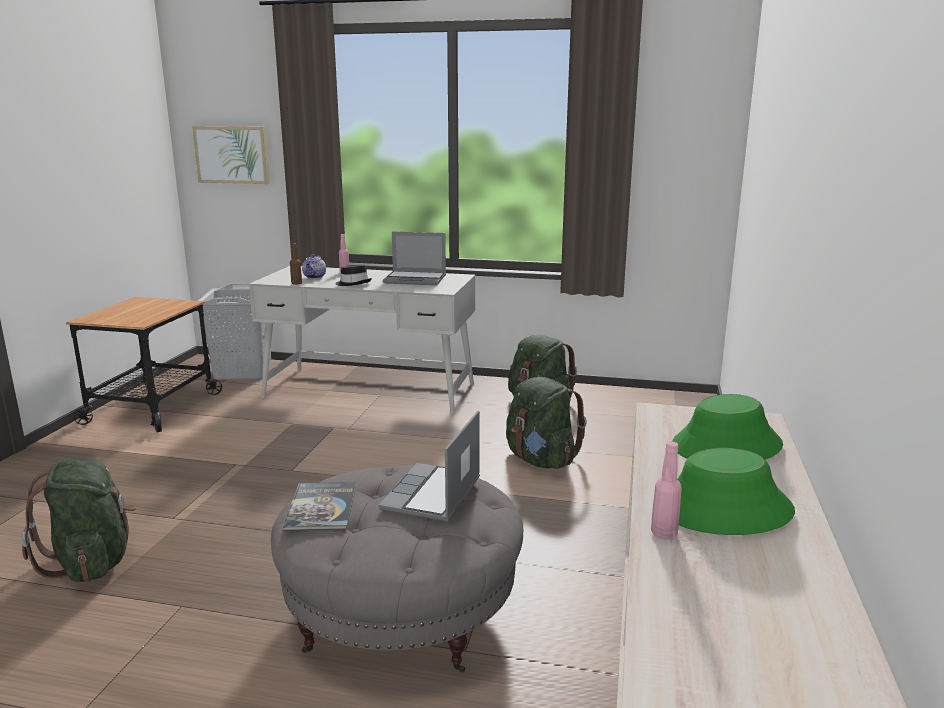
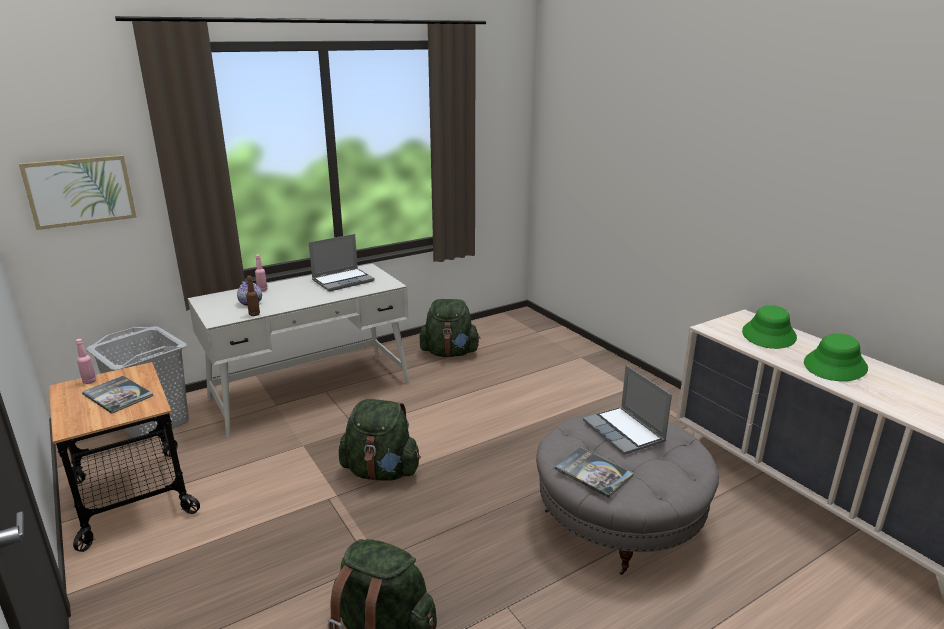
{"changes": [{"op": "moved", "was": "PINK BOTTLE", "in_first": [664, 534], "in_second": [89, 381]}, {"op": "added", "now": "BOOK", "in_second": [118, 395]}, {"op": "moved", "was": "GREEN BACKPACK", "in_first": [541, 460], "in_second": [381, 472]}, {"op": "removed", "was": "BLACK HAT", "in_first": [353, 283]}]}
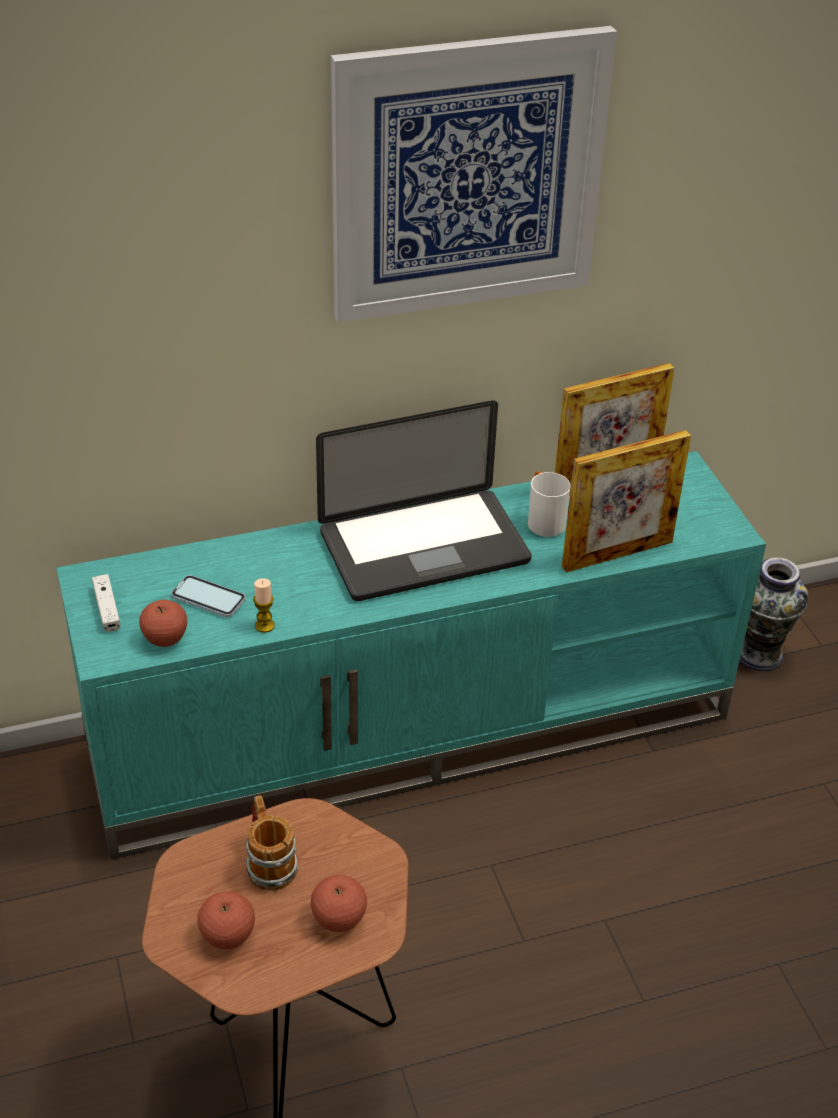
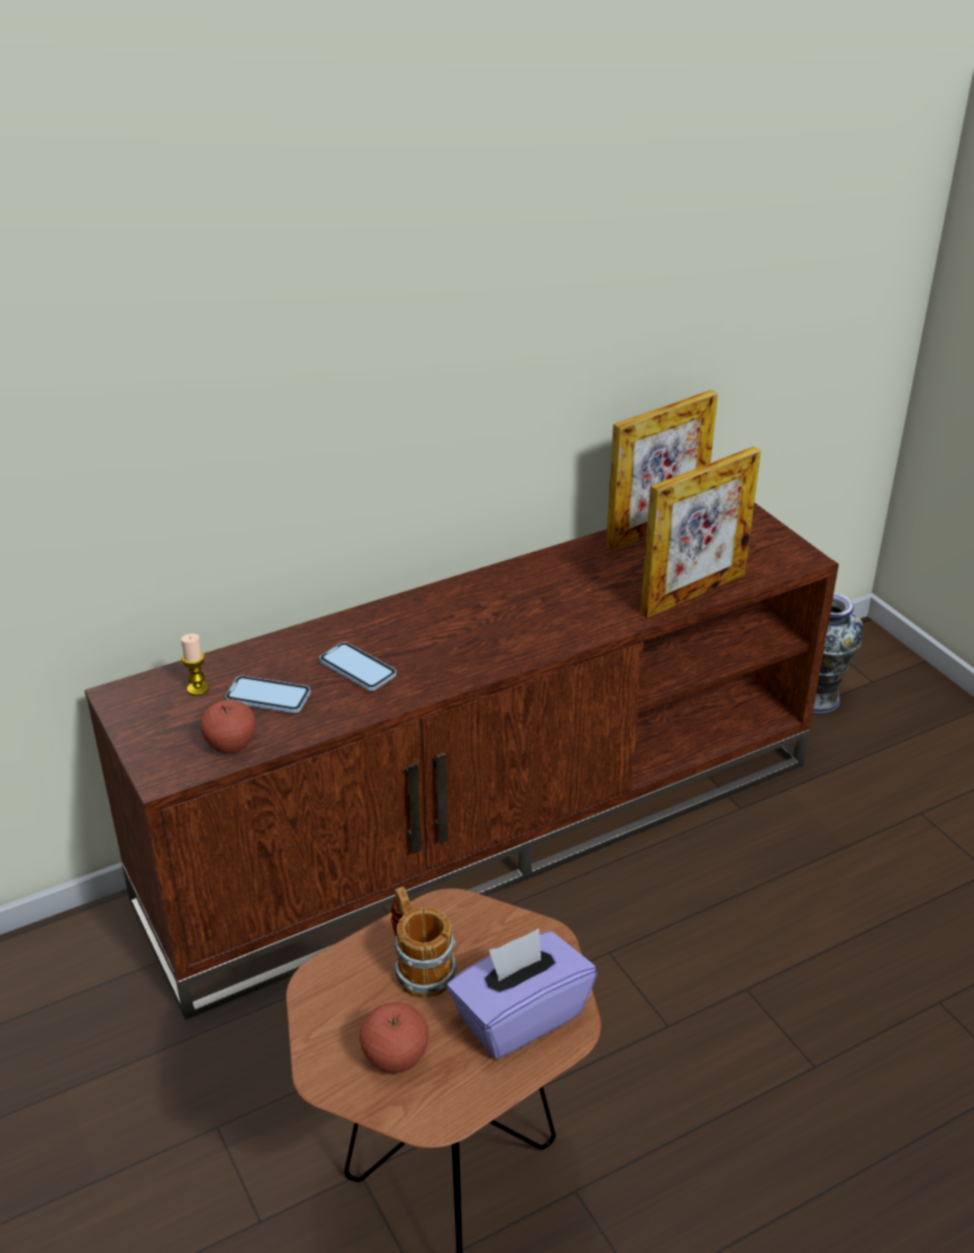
{"changes": [{"op": "recoloured", "was": "TURQUOISE TV STAND", "now": "BROWN TV STAND", "in_first": [414, 728], "in_second": [486, 825]}, {"op": "moved", "was": "CANDLE", "in_first": [264, 625], "in_second": [198, 689]}, {"op": "added", "now": "PHONE", "in_second": [357, 669]}, {"op": "replaced", "was": "APPLE", "now": "PURPLE TISSUE BOX", "in_first": [339, 919], "in_second": [519, 1016]}, {"op": "removed", "was": "WHITE GAME CONTROLLER", "in_first": [107, 609]}, {"op": "removed", "was": "LAPTOP", "in_first": [424, 547]}, {"op": "removed", "was": "PICTURE", "in_first": [467, 176]}, {"op": "removed", "was": "WHITE MUG", "in_first": [543, 520]}]}
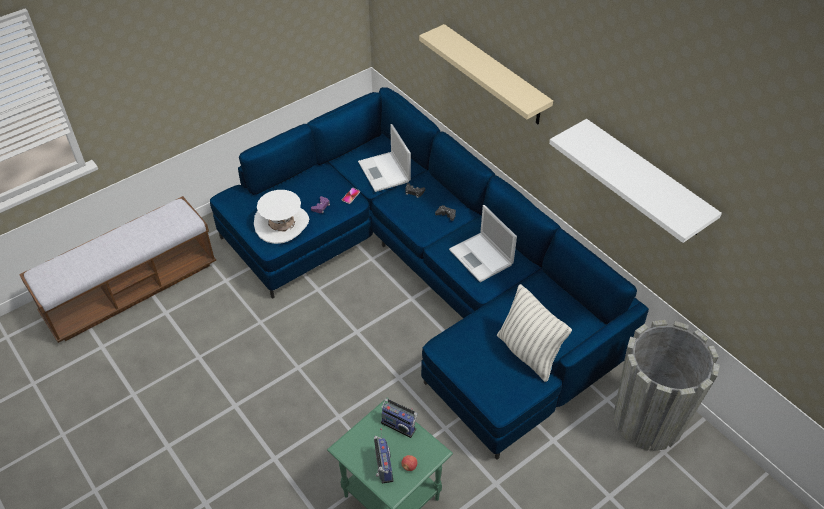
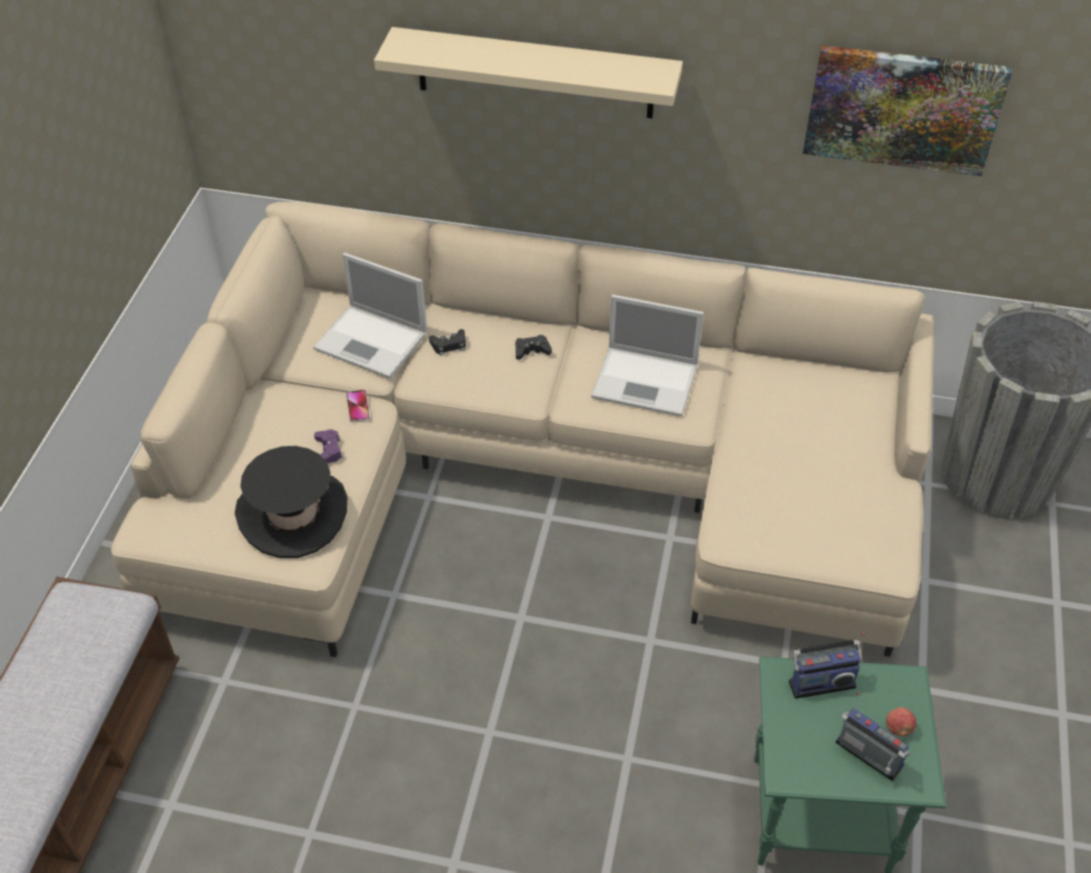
{"changes": [{"op": "recoloured", "was": "BLUE SOFA", "now": "BEIGE SOFA", "in_first": [423, 276], "in_second": [531, 474]}, {"op": "recoloured", "was": "WHITE HAT", "now": "BLACK HAT", "in_first": [282, 224], "in_second": [293, 514]}, {"op": "replaced", "was": "WHITE SHELF", "now": "PICTURE", "in_first": [646, 179], "in_second": [903, 109]}, {"op": "removed", "was": "PILLOW", "in_first": [528, 353]}]}
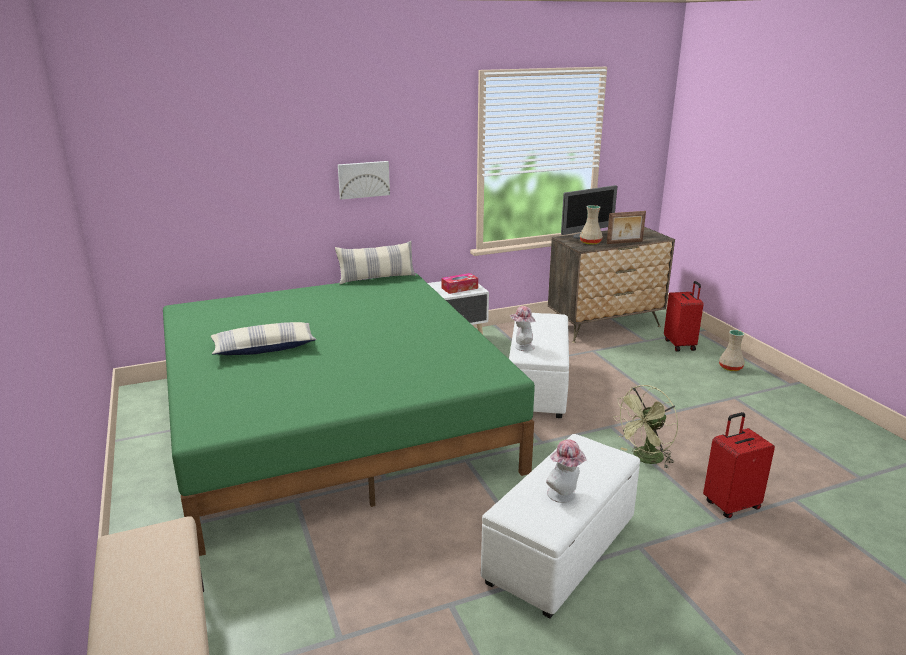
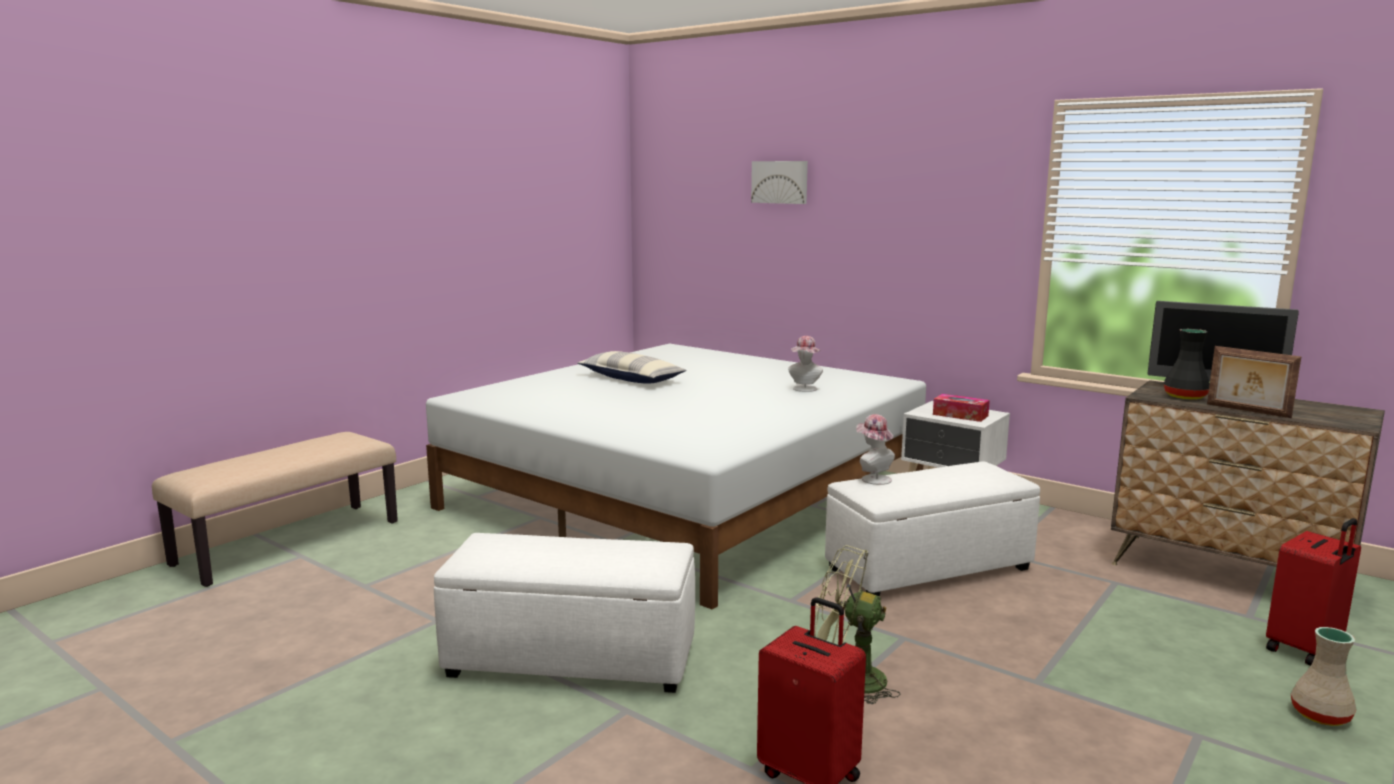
{"changes": [{"op": "recoloured", "was": "GREEN BED", "now": "WHITE BED", "in_first": [334, 421], "in_second": [686, 495]}, {"op": "moved", "was": "PICTURE", "in_first": [363, 179], "in_second": [780, 182]}, {"op": "moved", "was": "HAT", "in_first": [564, 495], "in_second": [804, 389]}, {"op": "recoloured", "was": "BEIGE VASE", "now": "BLACK VASE", "in_first": [590, 243], "in_second": [1184, 397]}, {"op": "removed", "was": "PILLOW", "in_first": [377, 278]}]}
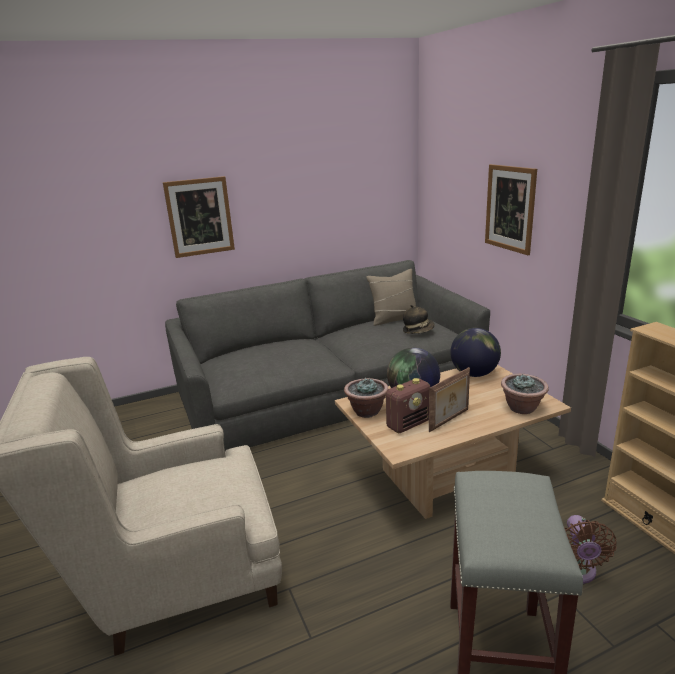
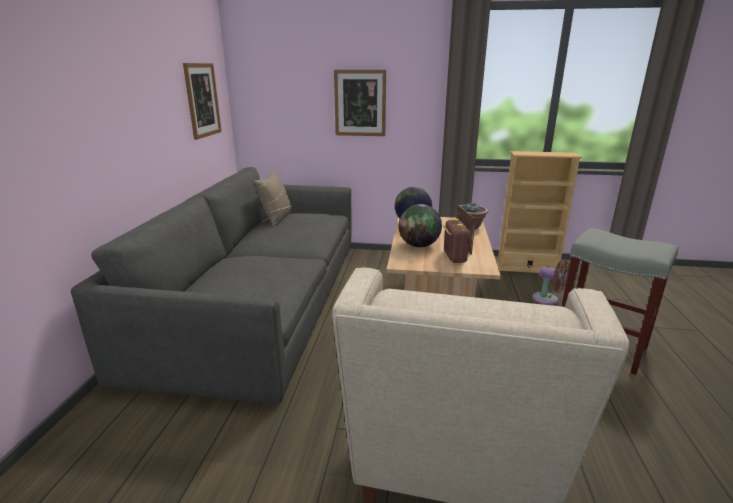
{"changes": [{"op": "moved", "was": "PICTURE", "in_first": [200, 217], "in_second": [202, 100]}, {"op": "removed", "was": "POTTED PLANT", "in_first": [366, 411]}, {"op": "removed", "was": "HAT", "in_first": [418, 330]}]}
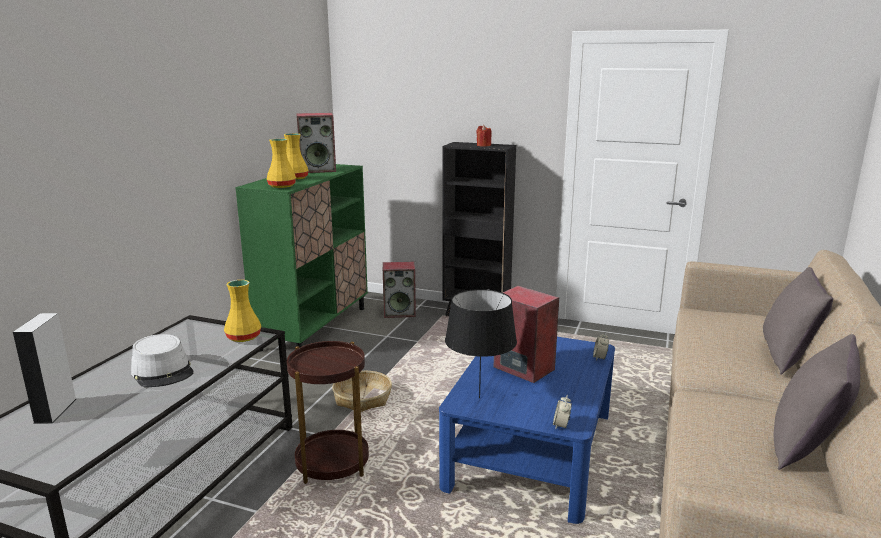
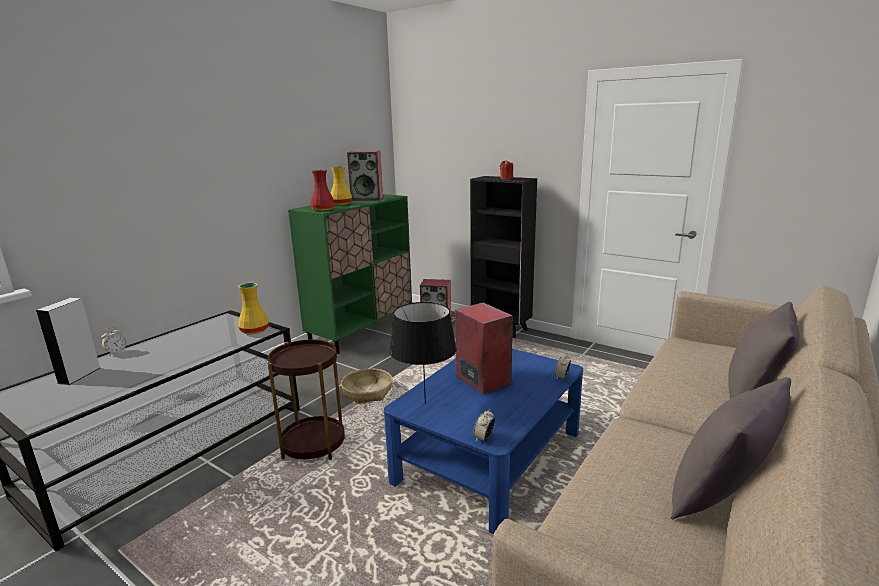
{"changes": [{"op": "added", "now": "ALARM CLOCK", "in_second": [116, 352]}, {"op": "recoloured", "was": "YELLOW VASE", "now": "RED VASE", "in_first": [282, 186], "in_second": [323, 210]}, {"op": "removed", "was": "GREY HAT", "in_first": [163, 371]}]}
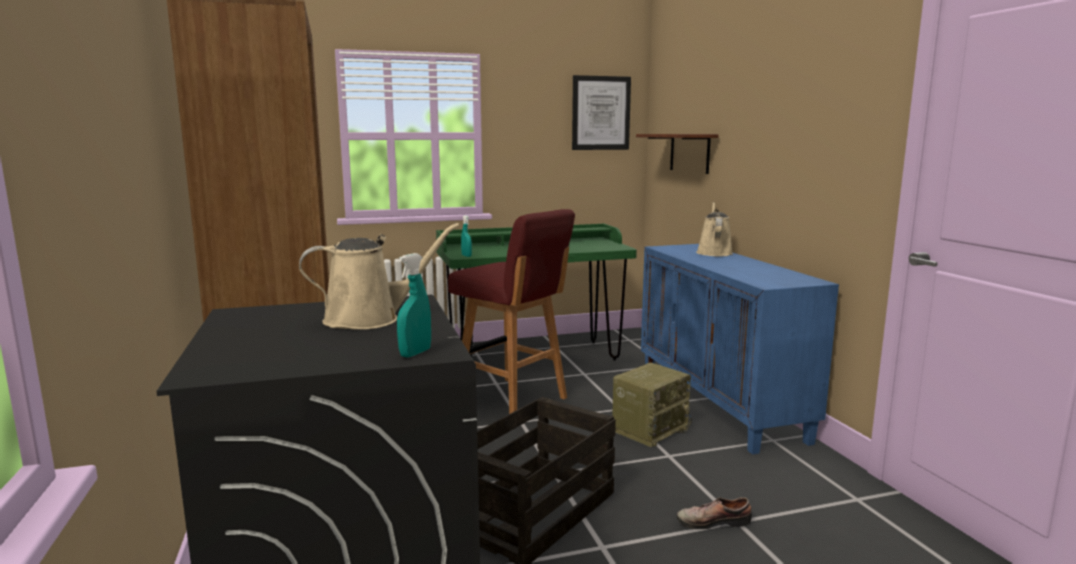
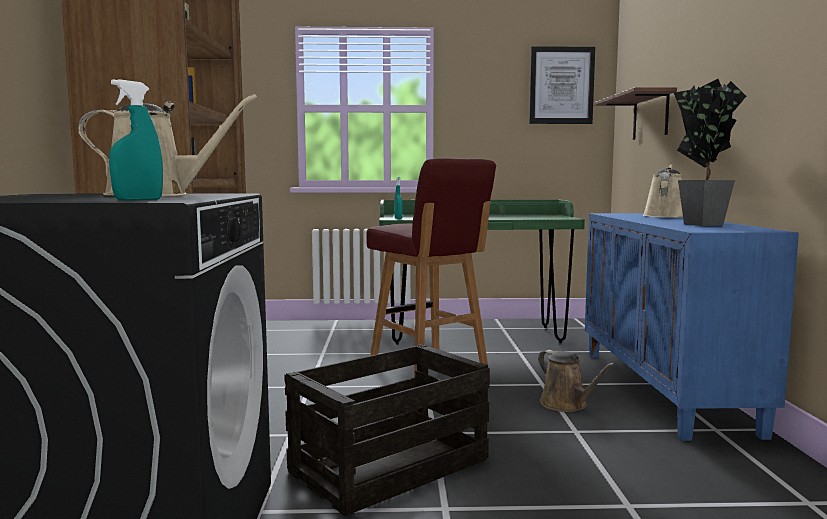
{"changes": [{"op": "replaced", "was": "RADIO", "now": "BROWN WATERING CAN", "in_first": [650, 429], "in_second": [566, 405]}, {"op": "added", "now": "POTTED PLANT", "in_second": [701, 224]}, {"op": "removed", "was": "SHOE", "in_first": [712, 521]}]}
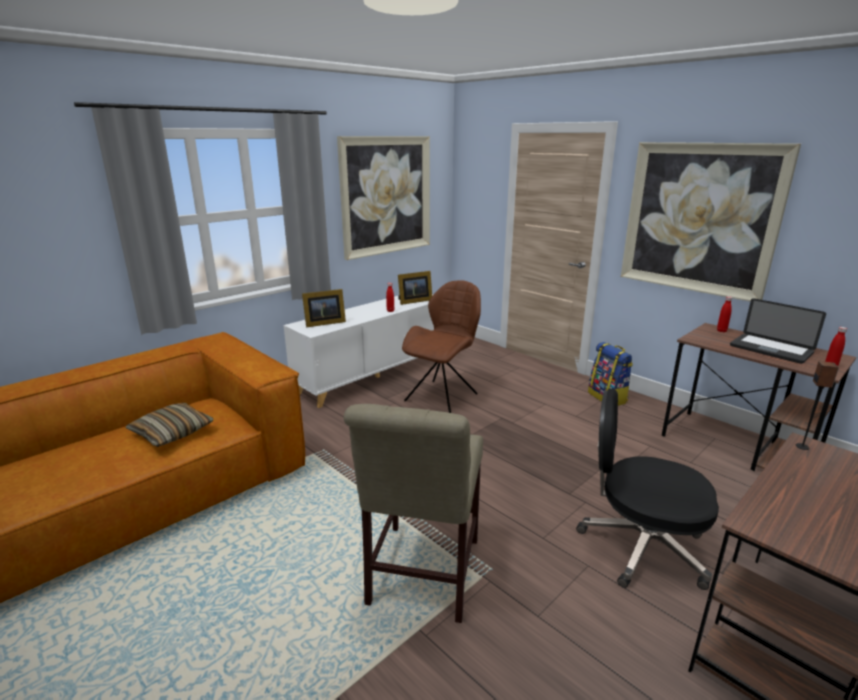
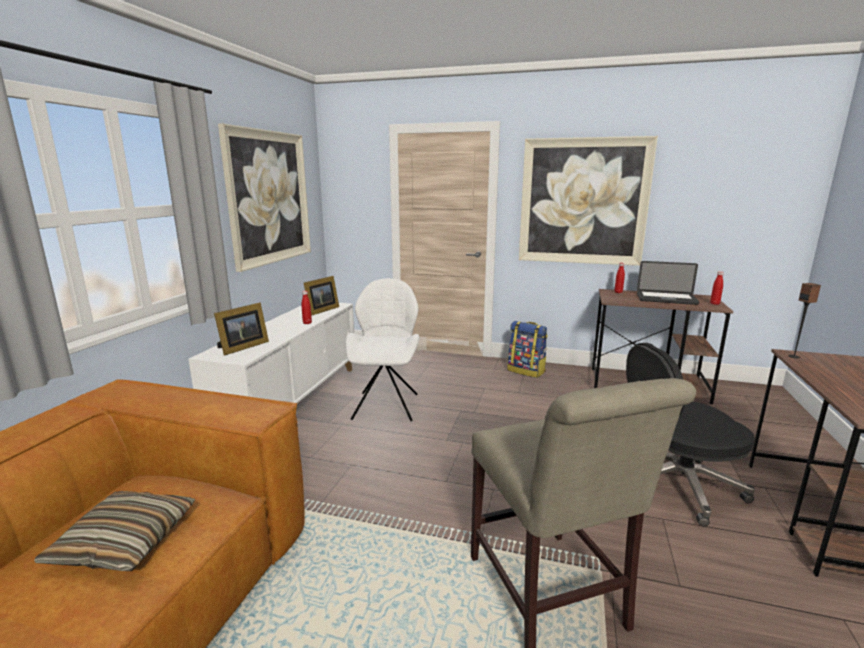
{"changes": [{"op": "recoloured", "was": "BROWN CHAIR", "now": "WHITE CHAIR", "in_first": [443, 396], "in_second": [386, 405]}]}
